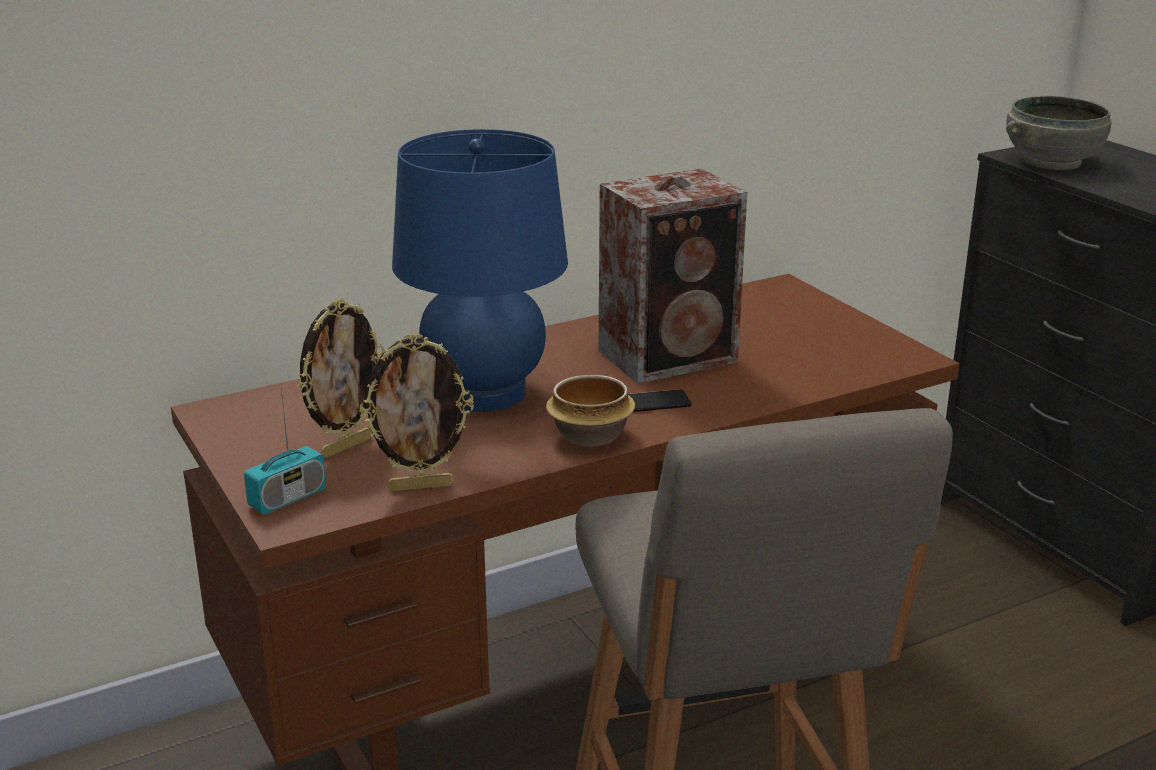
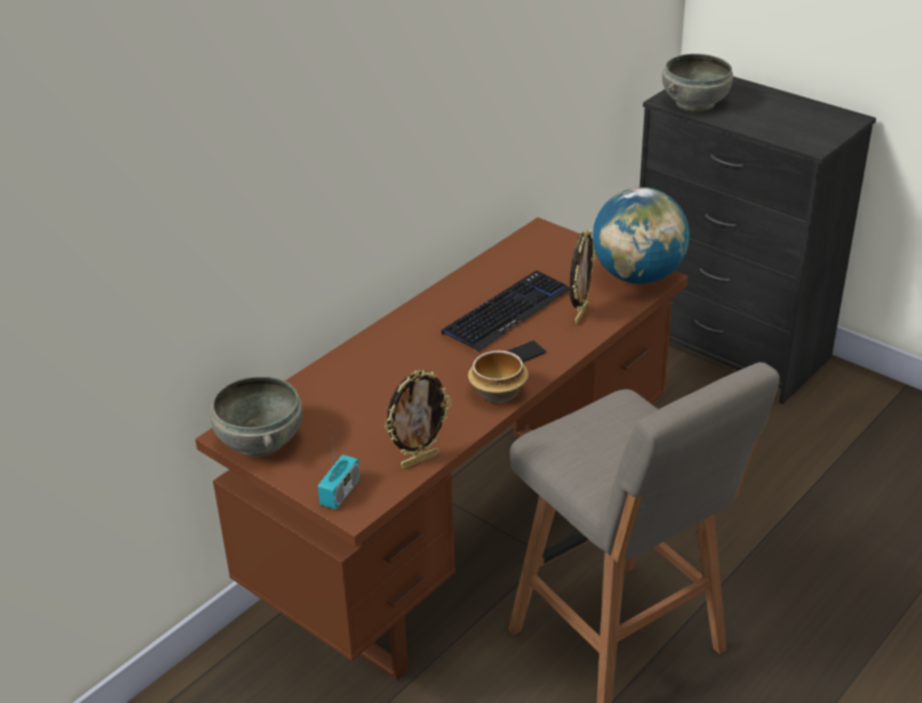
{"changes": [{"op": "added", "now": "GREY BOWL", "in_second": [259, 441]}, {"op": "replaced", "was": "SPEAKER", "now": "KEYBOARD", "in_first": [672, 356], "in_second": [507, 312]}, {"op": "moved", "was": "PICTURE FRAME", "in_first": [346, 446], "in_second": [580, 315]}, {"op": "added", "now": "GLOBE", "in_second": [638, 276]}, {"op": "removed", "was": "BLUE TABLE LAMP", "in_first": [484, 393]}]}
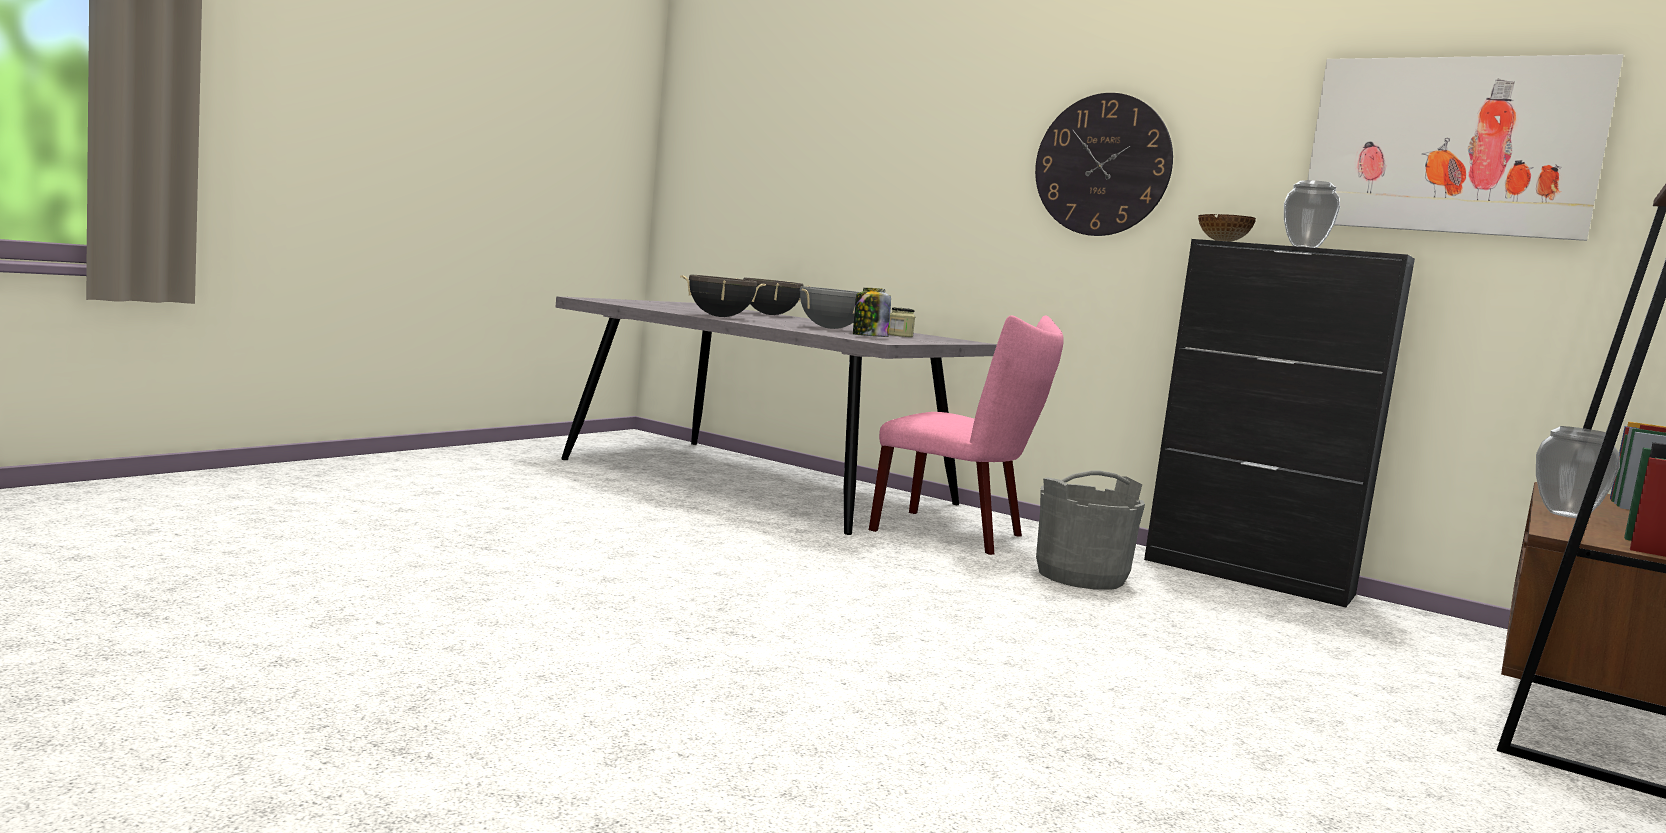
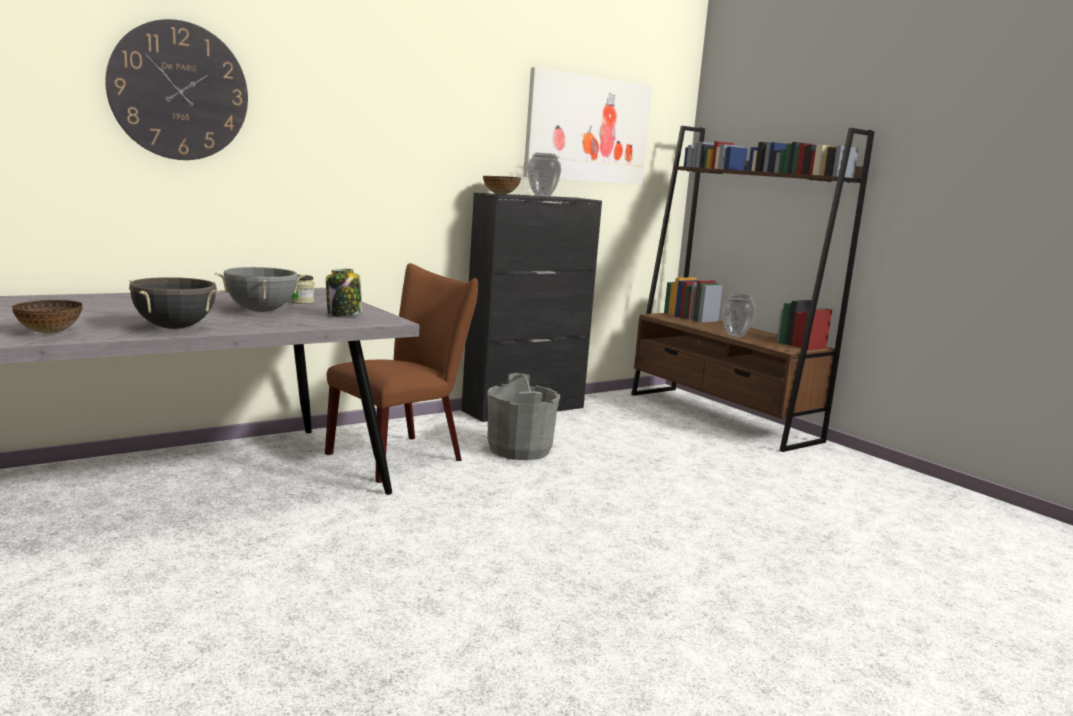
{"changes": [{"op": "added", "now": "BOWL", "in_second": [48, 332]}, {"op": "moved", "was": "WALL CLOCK", "in_first": [1102, 165], "in_second": [179, 91]}, {"op": "recoloured", "was": "PINK CHAIR", "now": "BROWN CHAIR", "in_first": [958, 534], "in_second": [402, 456]}, {"op": "removed", "was": "BLACK COOKING POT", "in_first": [770, 314]}]}
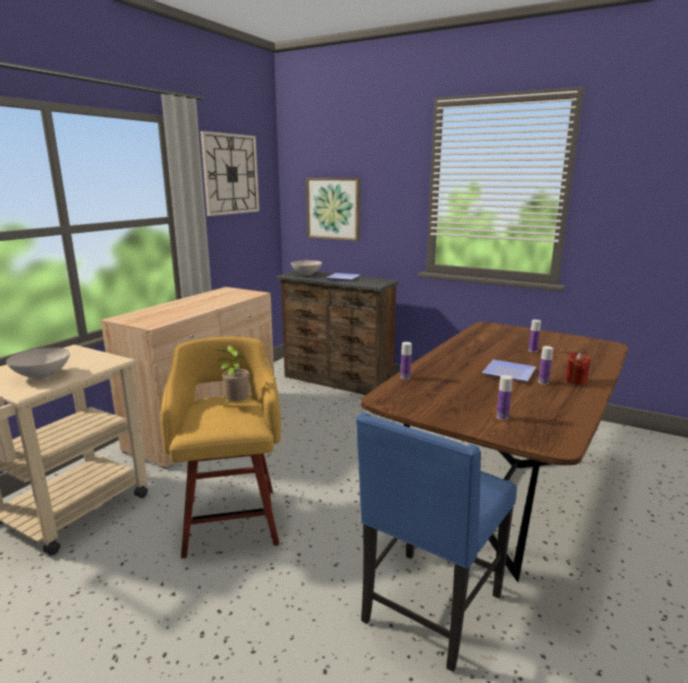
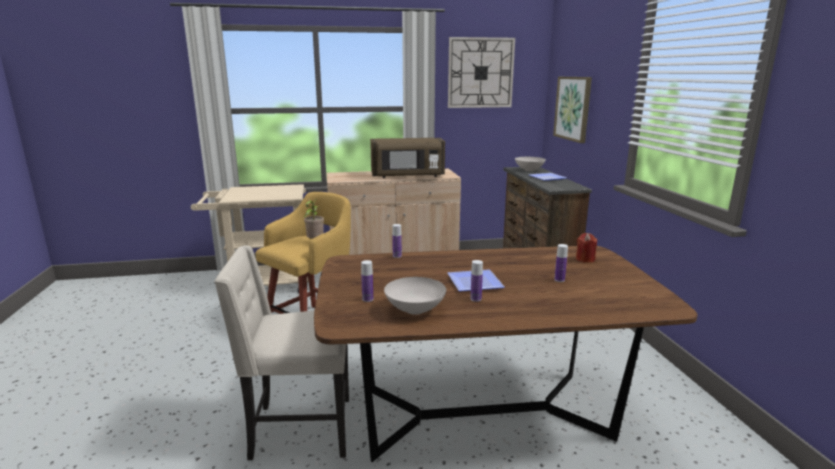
{"changes": [{"op": "recoloured", "was": "BLUE CHAIR", "now": "BEIGE CHAIR", "in_first": [429, 609], "in_second": [299, 429]}, {"op": "added", "now": "BROWN MICROWAVE", "in_second": [407, 176]}, {"op": "moved", "was": "WHITE BOWL", "in_first": [43, 376], "in_second": [415, 310]}, {"op": "moved", "was": "RED CANDLE", "in_first": [575, 380], "in_second": [585, 259]}]}
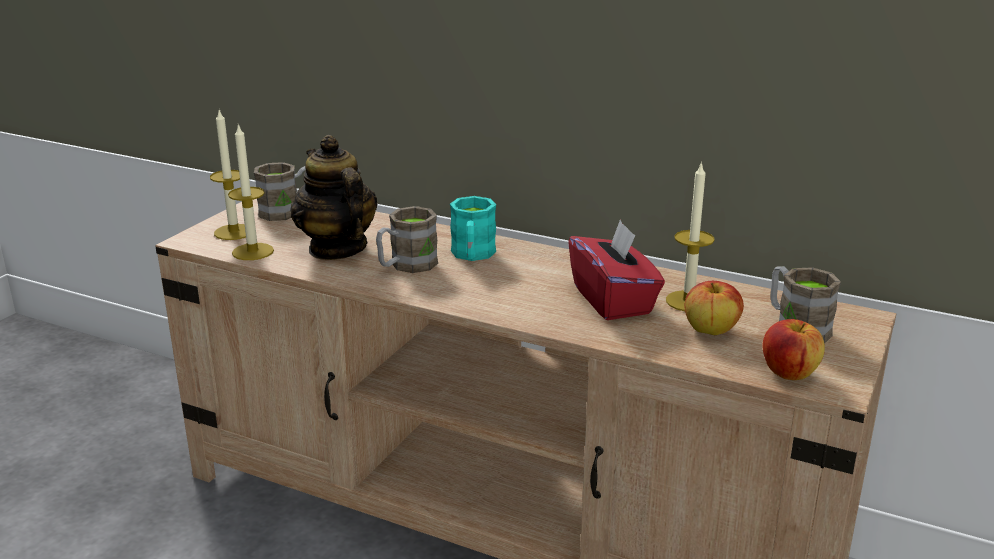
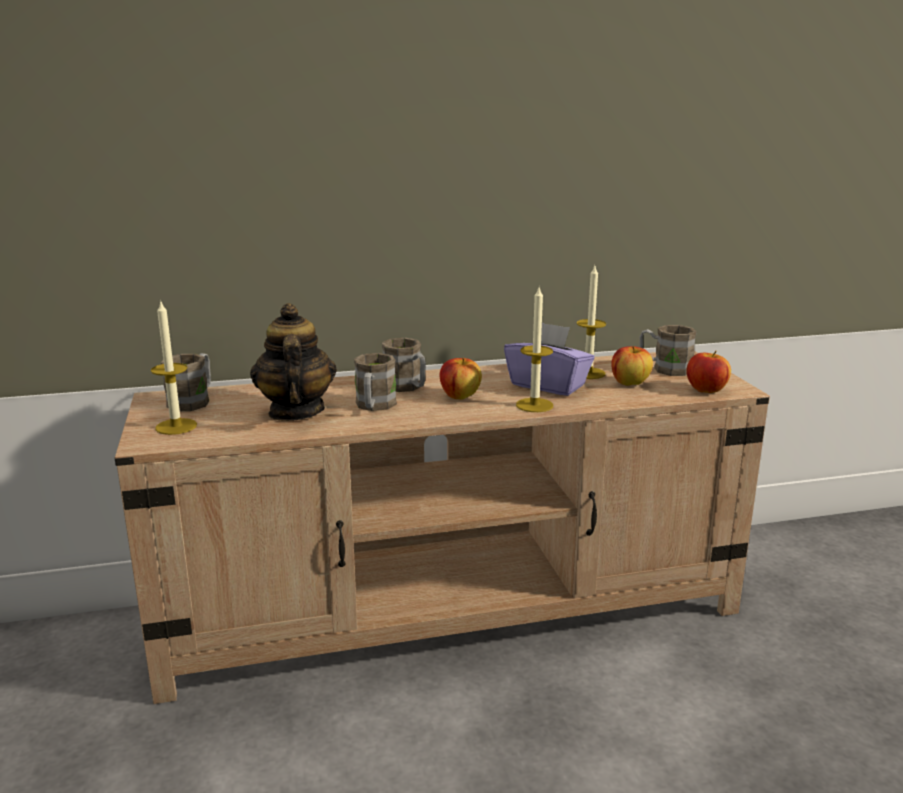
{"changes": [{"op": "turned", "was": "TEAPOT", "in_first": [337, 249], "in_second": [295, 412], "clockwise": 60}, {"op": "recoloured", "was": "TURQUOISE MUG", "now": "BROWN MUG", "in_first": [472, 255], "in_second": [407, 387]}, {"op": "added", "now": "APPLE", "in_second": [460, 396]}, {"op": "recoloured", "was": "RED TISSUE BOX", "now": "PURPLE TISSUE BOX", "in_first": [613, 300], "in_second": [548, 385]}, {"op": "moved", "was": "CANDLE", "in_first": [253, 251], "in_second": [534, 405]}]}
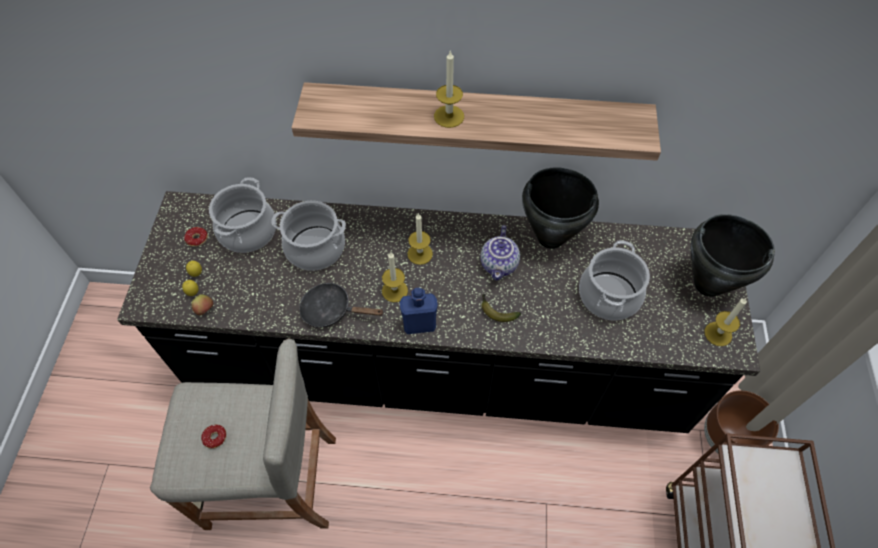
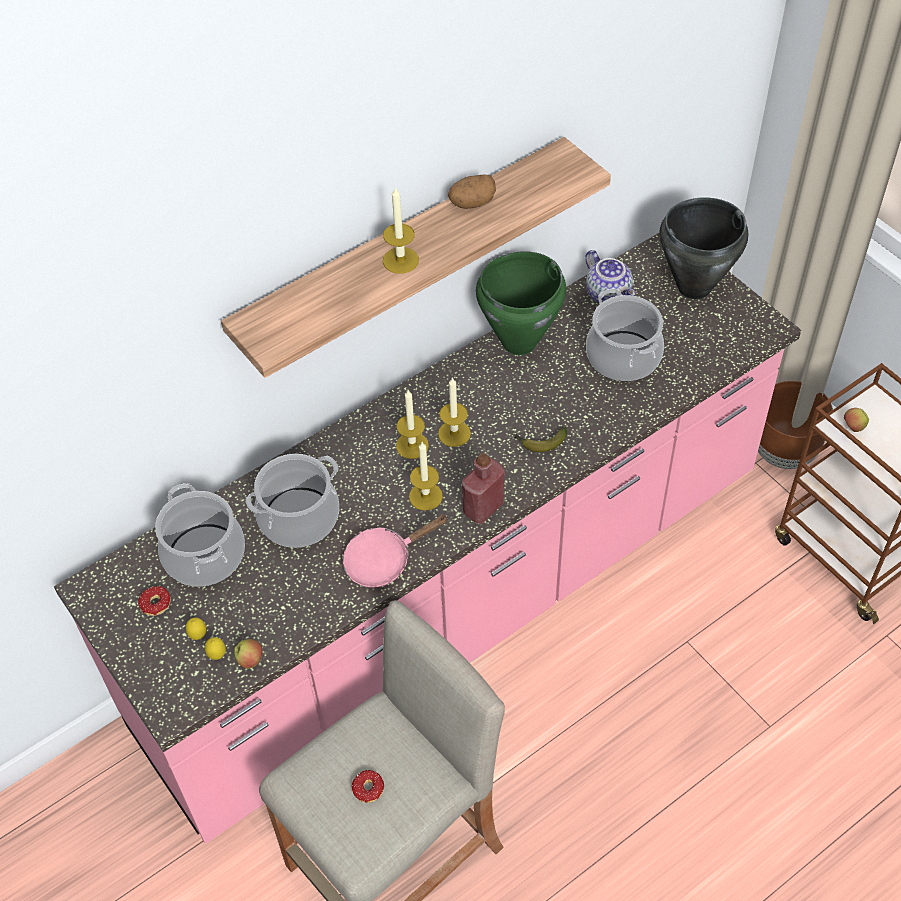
{"changes": [{"op": "recoloured", "was": "BLACK COUNTER", "now": "PINK COUNTER", "in_first": [439, 369], "in_second": [456, 602]}, {"op": "recoloured", "was": "BLACK FRYING PAN", "now": "PINK FRYING PAN", "in_first": [331, 310], "in_second": [384, 560]}, {"op": "moved", "was": "CANDLE", "in_first": [718, 334], "in_second": [454, 433]}, {"op": "added", "now": "POTATO", "in_second": [472, 203]}, {"op": "recoloured", "was": "BLUE BOTTLE", "now": "RED BOTTLE", "in_first": [419, 324], "in_second": [483, 508]}, {"op": "recoloured", "was": "BLACK COOKING POT", "now": "GREEN COOKING POT", "in_first": [550, 237], "in_second": [518, 342]}, {"op": "moved", "was": "TEAPOT", "in_first": [500, 265], "in_second": [609, 294]}, {"op": "added", "now": "APPLE", "in_second": [853, 427]}]}
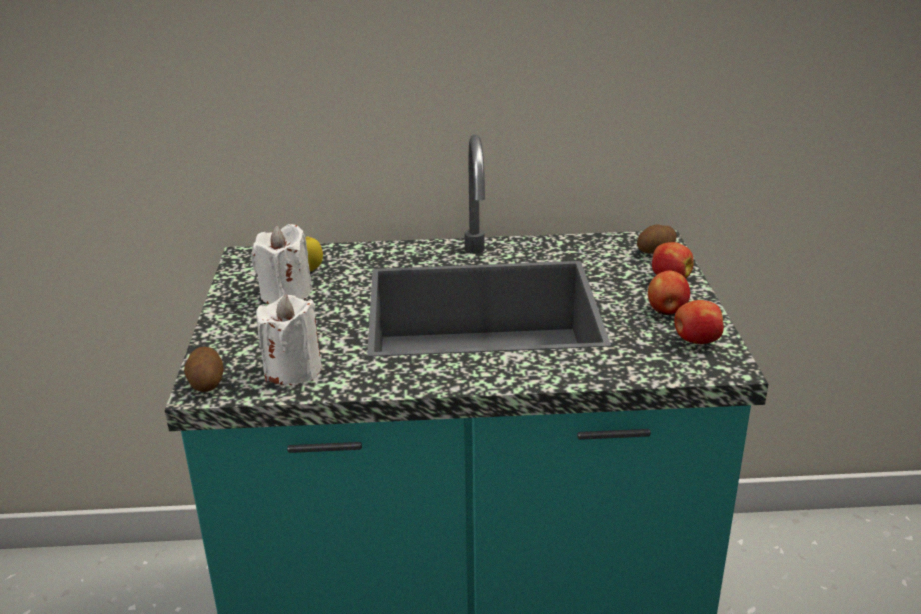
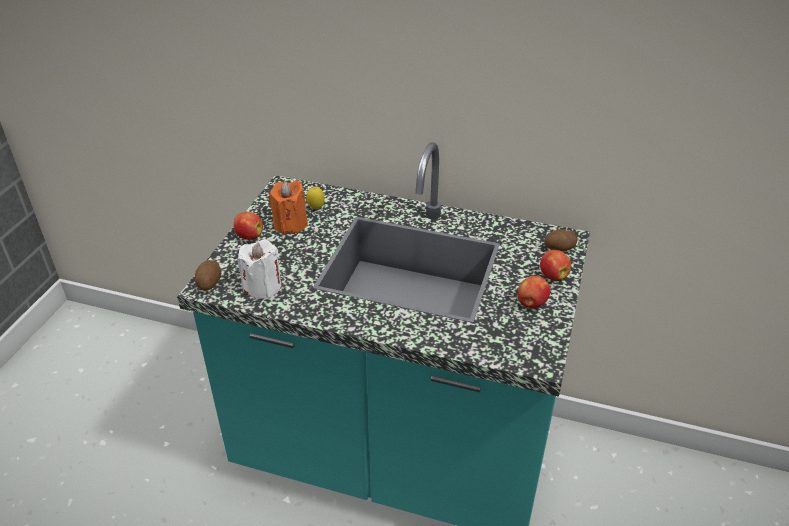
{"changes": [{"op": "moved", "was": "APPLE", "in_first": [696, 341], "in_second": [249, 236]}, {"op": "recoloured", "was": "WHITE CANDLE", "now": "ORANGE CANDLE", "in_first": [285, 294], "in_second": [290, 224]}]}
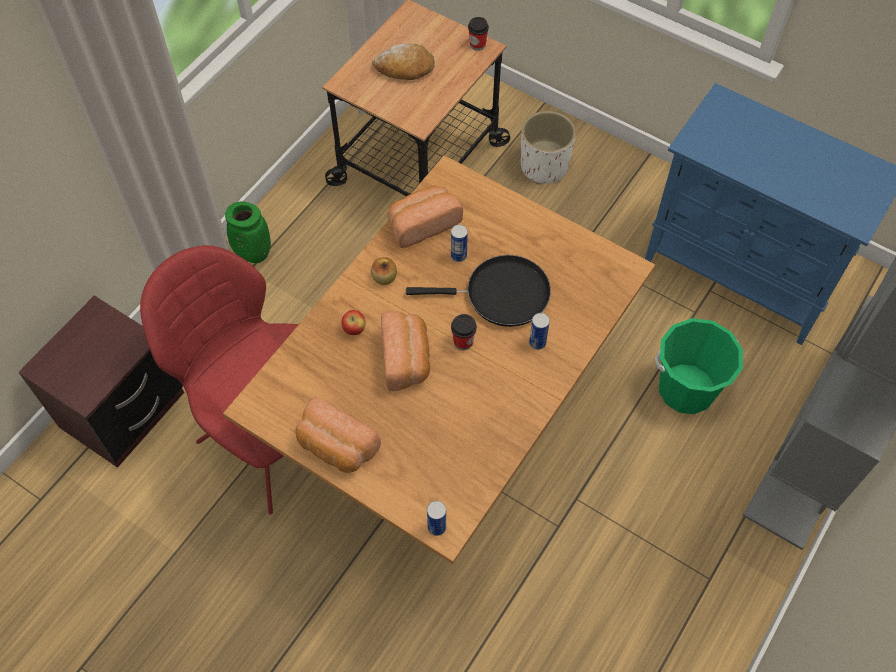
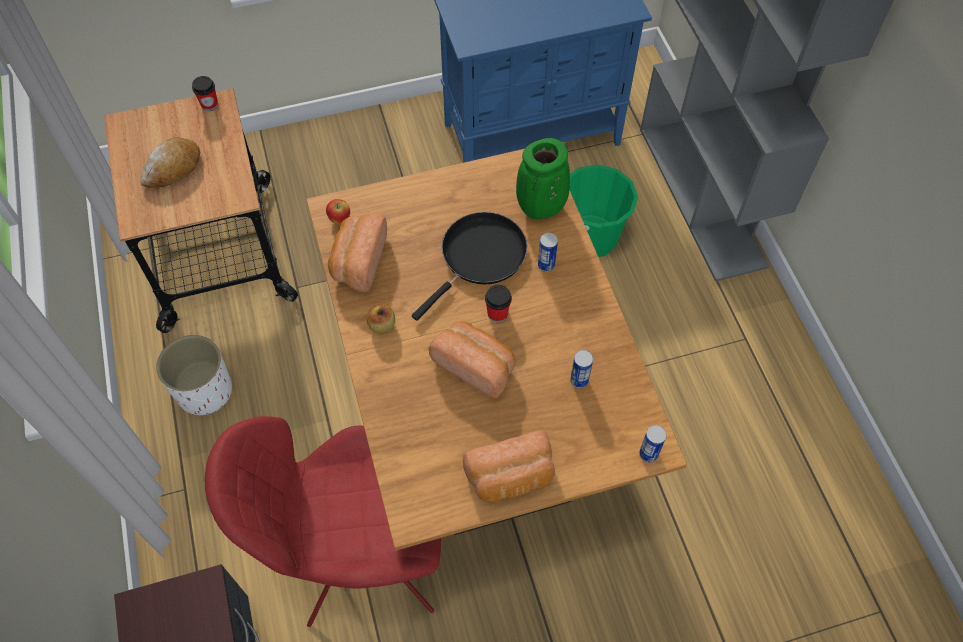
{"changes": [{"op": "moved", "was": "WHITE PLANTER", "in_first": [544, 166], "in_second": [204, 391]}, {"op": "moved", "was": "APPLE", "in_first": [354, 329], "in_second": [339, 219]}, {"op": "moved", "was": "GREEN VASE", "in_first": [252, 254], "in_second": [540, 210]}, {"op": "moved", "was": "CAN", "in_first": [458, 256], "in_second": [579, 380]}]}
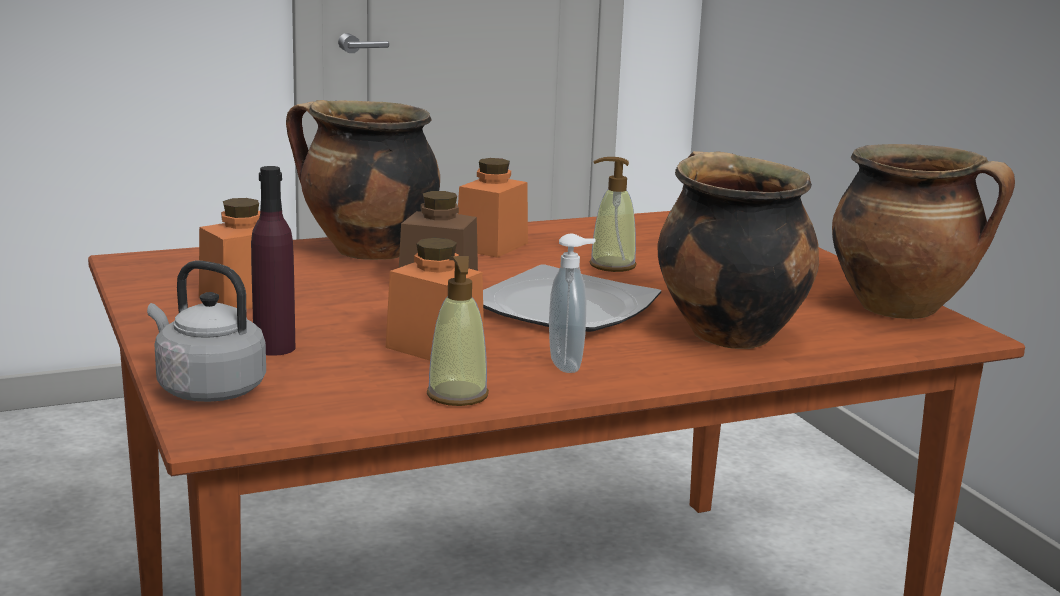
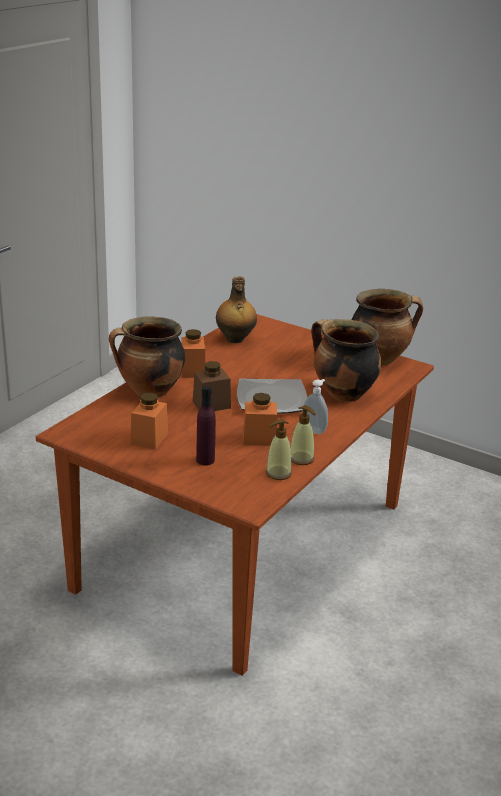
{"changes": [{"op": "added", "now": "BOTTLE", "in_second": [235, 339]}, {"op": "moved", "was": "SOAP DISPENSER", "in_first": [612, 265], "in_second": [278, 473]}, {"op": "removed", "was": "GREY KETTLE", "in_first": [206, 389]}]}
